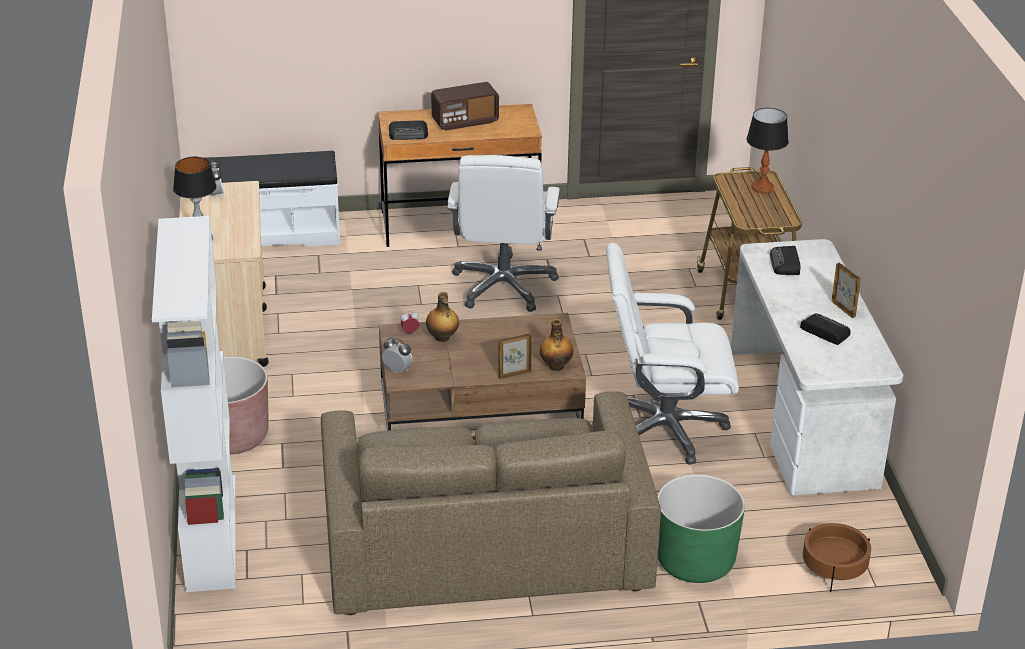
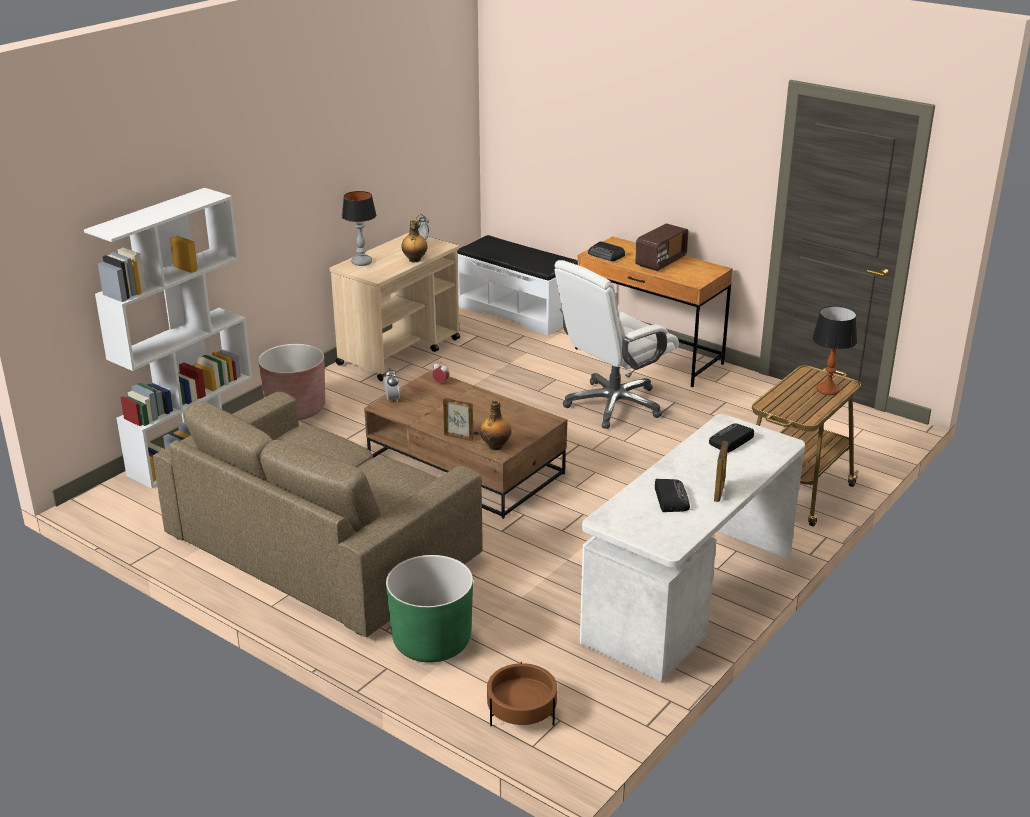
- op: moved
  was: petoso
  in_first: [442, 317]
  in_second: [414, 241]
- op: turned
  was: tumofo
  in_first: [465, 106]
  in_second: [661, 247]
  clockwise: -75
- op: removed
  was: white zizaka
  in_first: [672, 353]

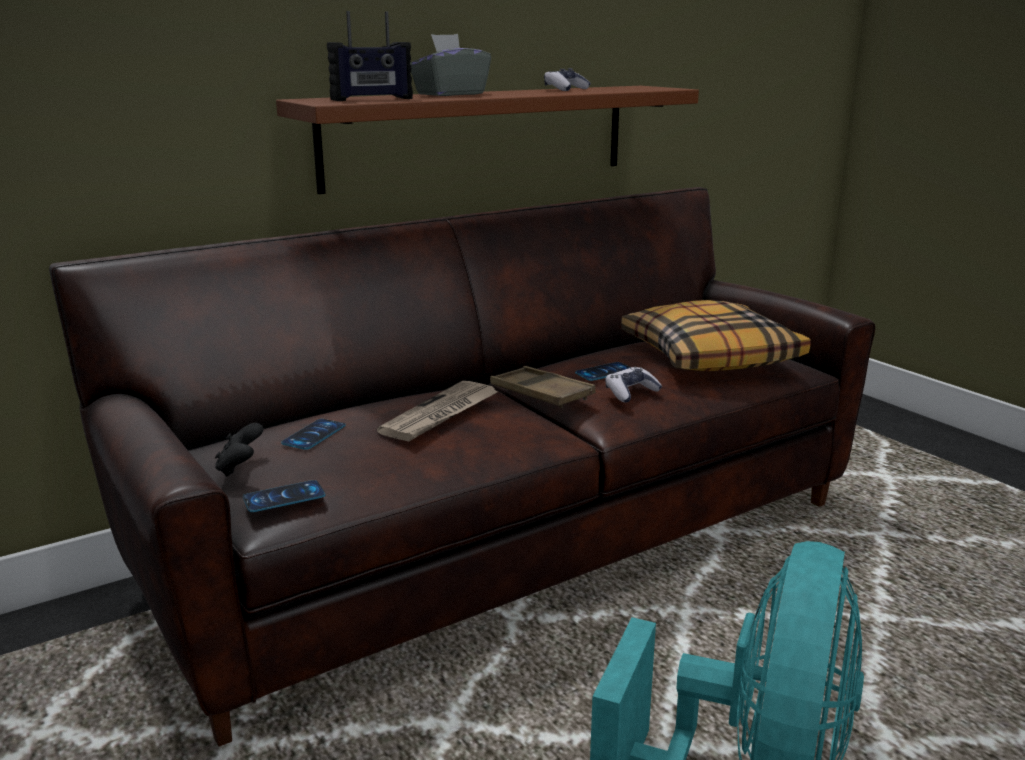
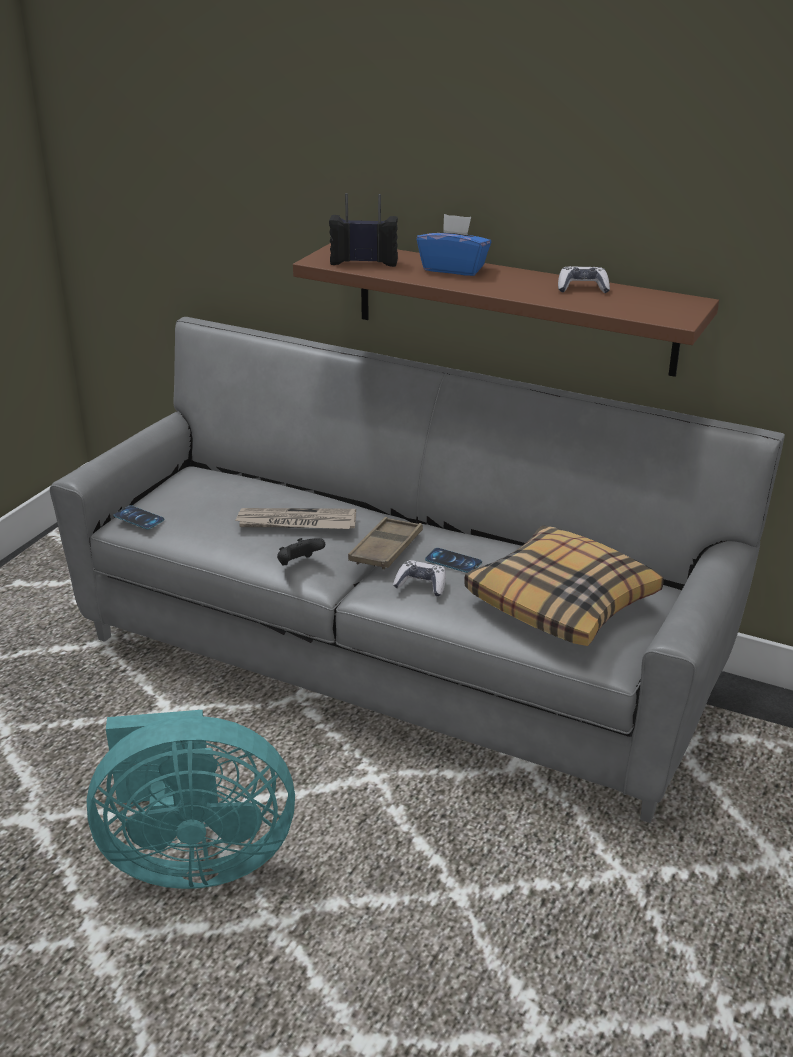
- op: recoloured
  was: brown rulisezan
  now: grey rulisezan
  in_first: [462, 467]
  in_second: [417, 570]
- op: moved
  was: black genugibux
  in_first: [239, 450]
  in_second: [301, 551]
- op: removed
  was: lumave
  in_first: [313, 434]
- op: turned
  was: tumofo
  in_first: [370, 56]
  in_second: [363, 230]
  clockwise: 150
- op: recoloured
  was: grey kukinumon
  now: blue kukinumon
  in_first: [450, 65]
  in_second: [454, 245]

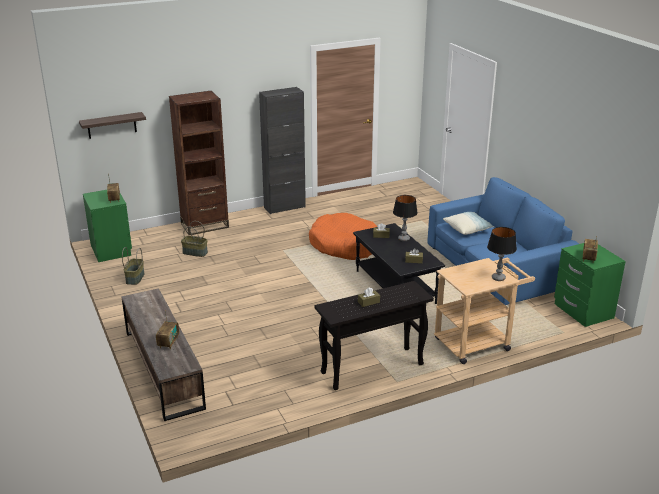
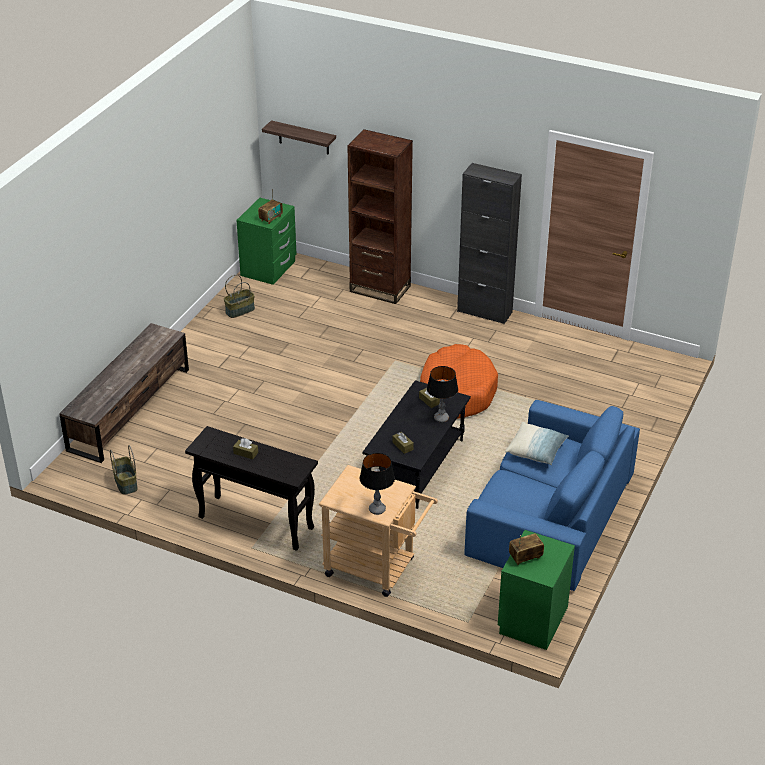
- op: removed
  was: tumofo
  in_first: [167, 329]
- op: moved
  was: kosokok
  in_first: [194, 239]
  in_second: [124, 470]

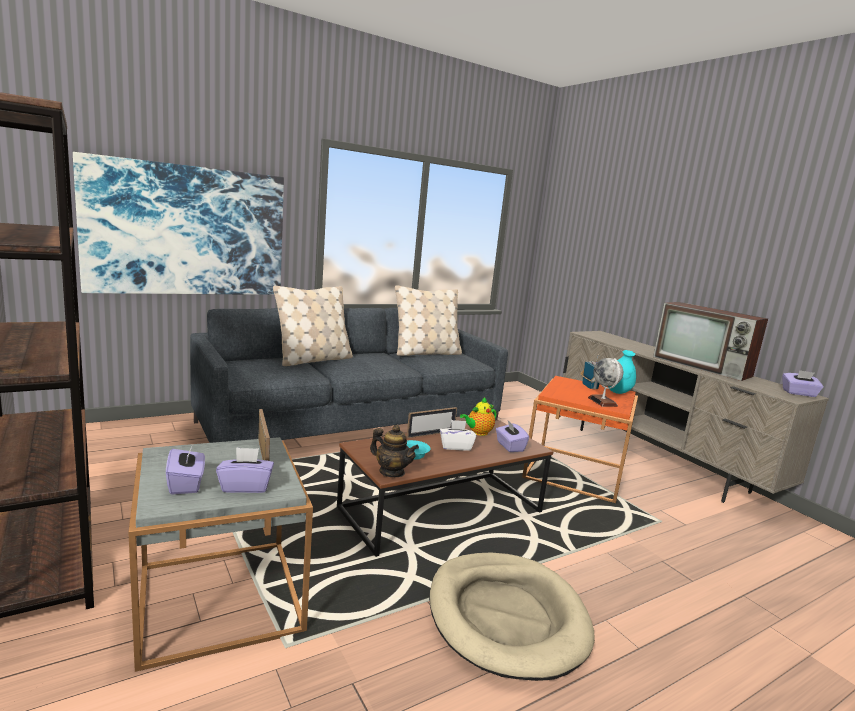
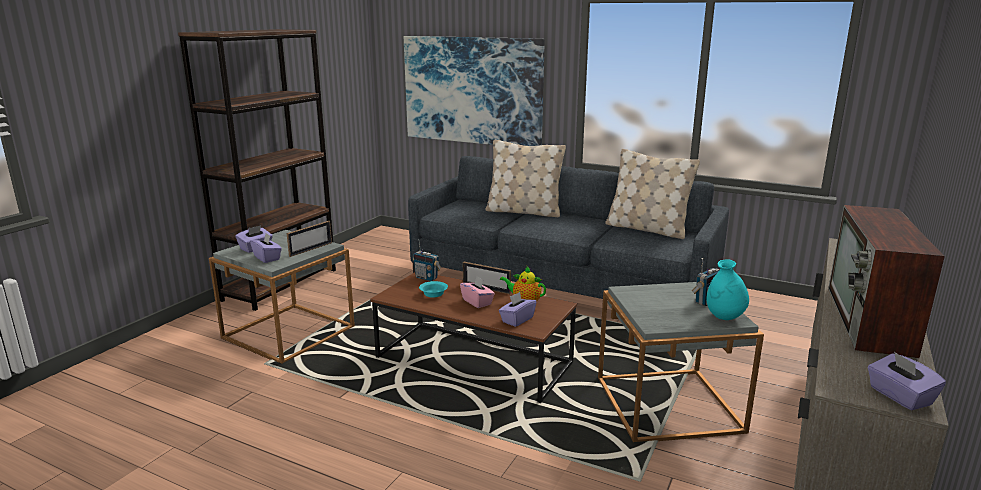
- op: removed
  was: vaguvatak
  in_first: [394, 451]
- op: removed
  was: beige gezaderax
  in_first: [512, 616]
- op: recoloured
  was: white kukinumon
  now: pink kukinumon
  in_first: [458, 435]
  in_second: [477, 292]
- op: recoloured
  was: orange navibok
  now: grey navibok
  in_first: [580, 439]
  in_second: [681, 362]
- op: removed
  was: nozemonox
  in_first: [605, 382]
- op: added
  now: tumofo
  in_second: [427, 260]

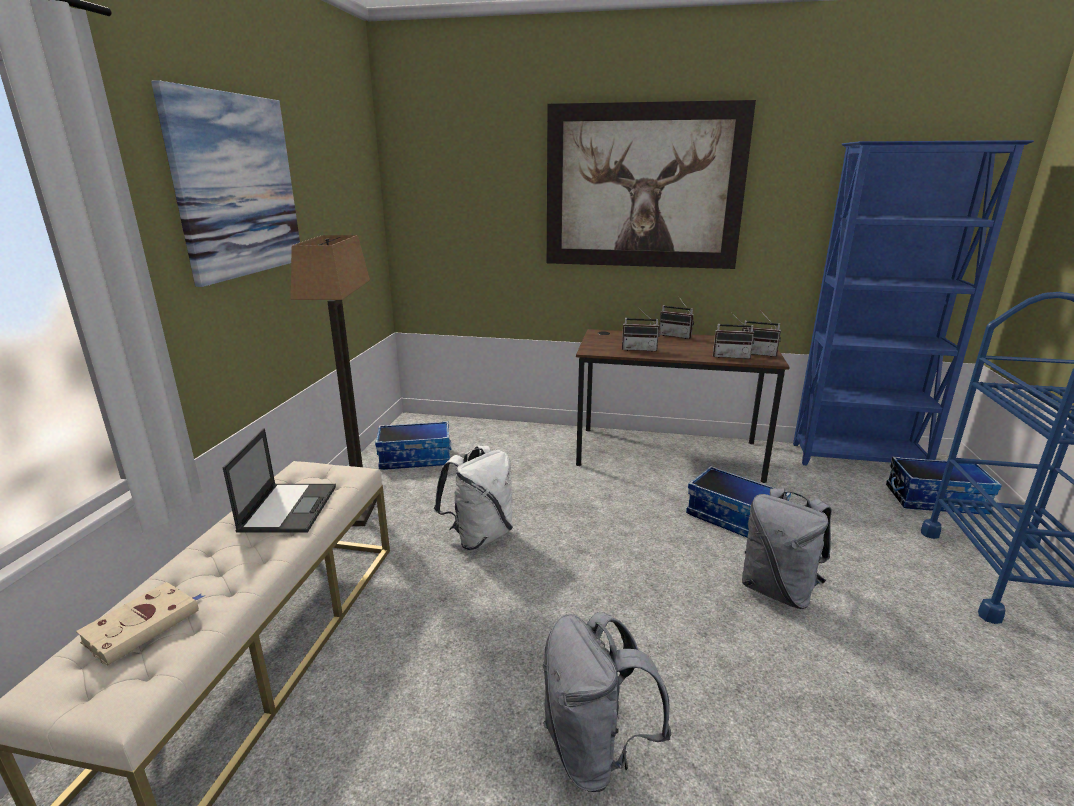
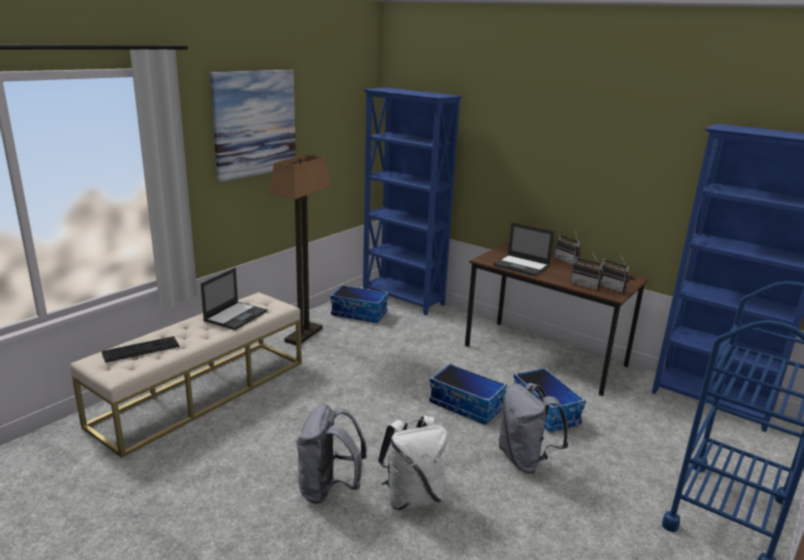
- op: replaced
  was: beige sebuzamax
  now: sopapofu
  in_first: [140, 624]
  in_second: [140, 349]
- op: moved
  was: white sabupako
  in_first: [473, 498]
  in_second: [412, 462]
- op: removed
  was: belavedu
  in_first: [651, 184]
- op: replaced
  was: tumofo
  now: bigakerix
  in_first: [641, 329]
  in_second: [523, 249]
- op: moved
  was: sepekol
  in_first: [944, 485]
  in_second: [468, 394]
- op: added
  now: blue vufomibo
  in_second: [412, 201]

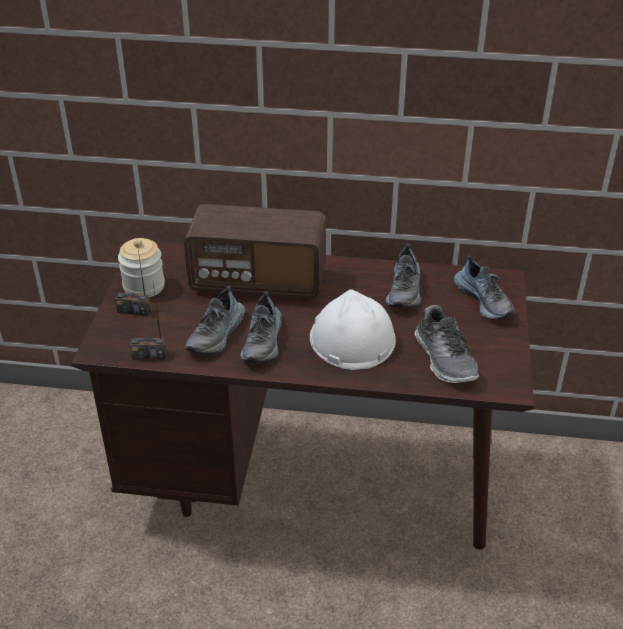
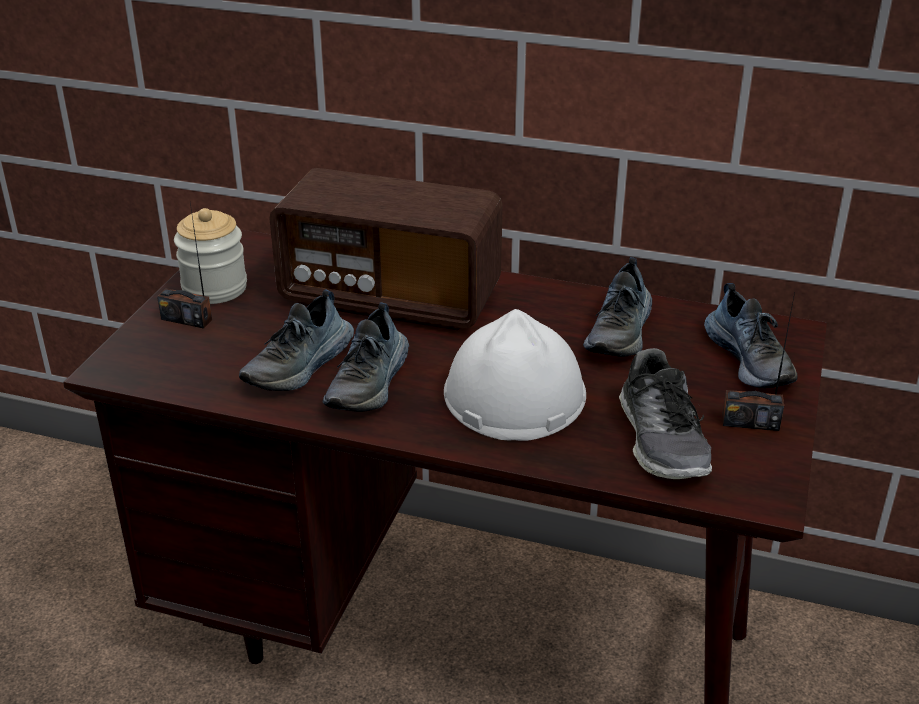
- op: moved
  was: tumofo
  in_first: [148, 322]
  in_second: [758, 361]

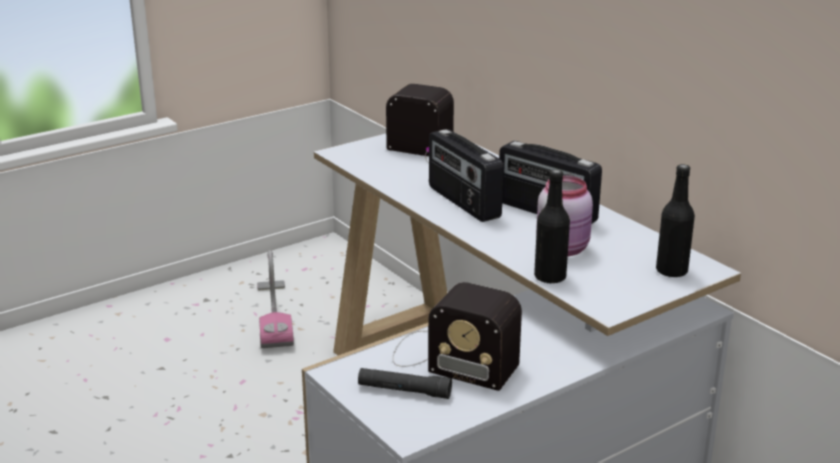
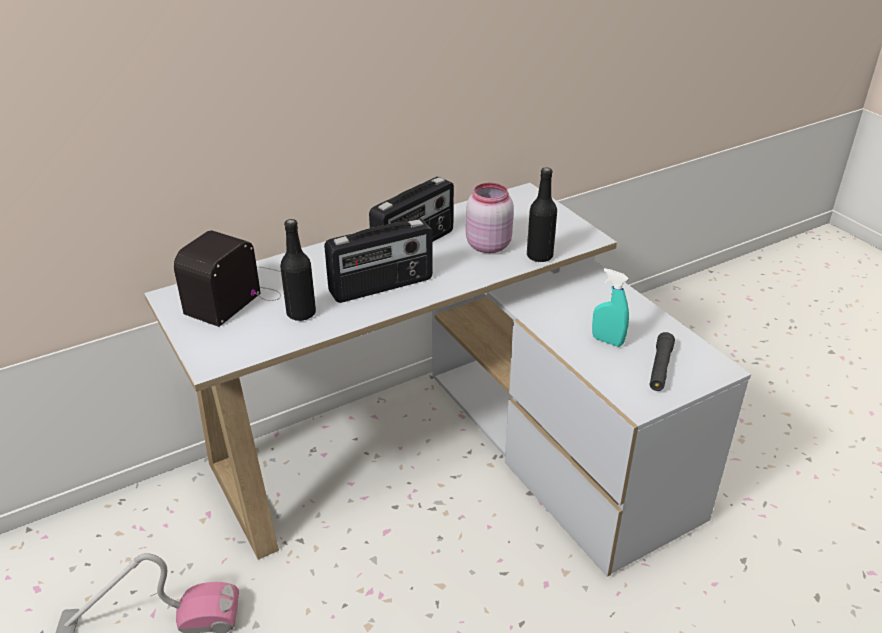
- op: replaced
  was: tumofo
  now: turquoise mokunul
  in_first: [457, 336]
  in_second: [610, 307]
- op: moved
  was: black petoso
  in_first: [675, 220]
  in_second: [298, 270]

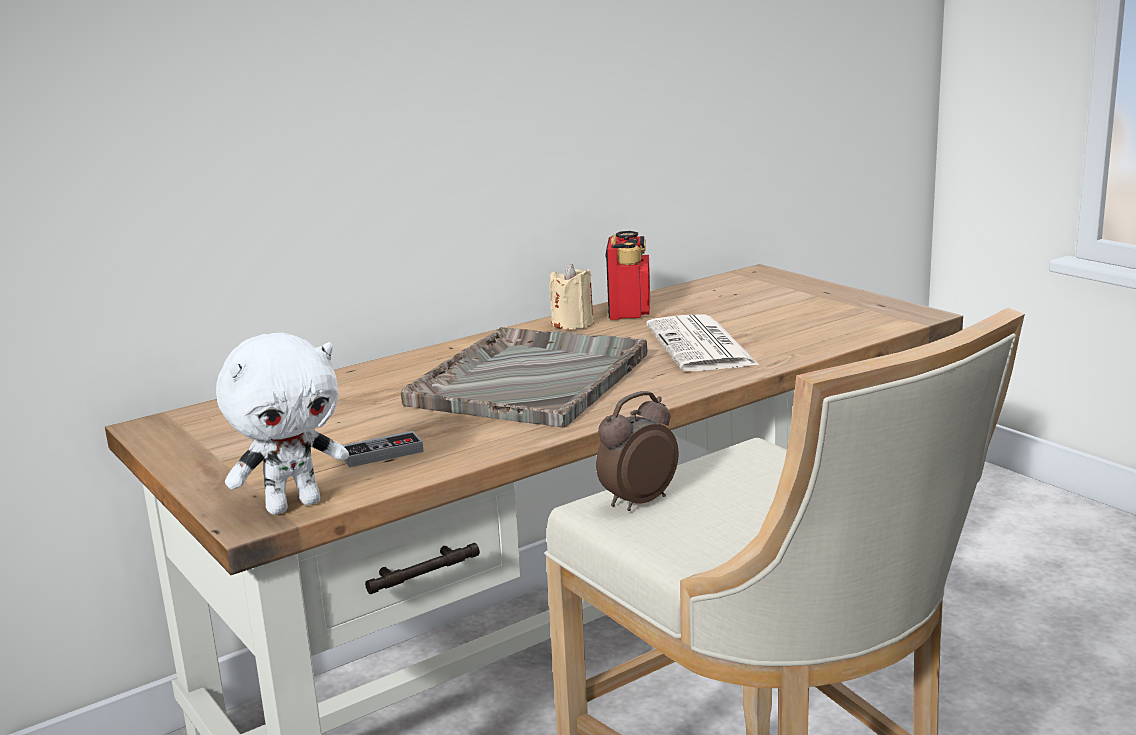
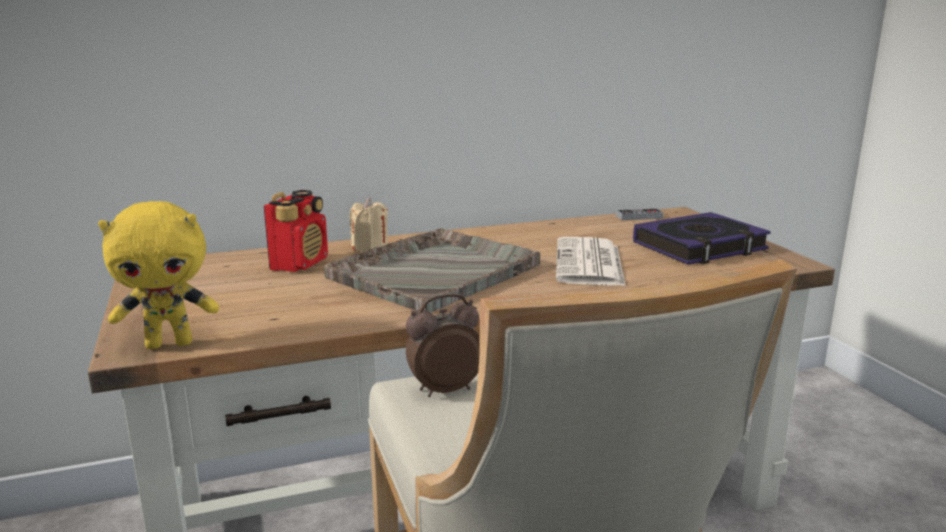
- op: recoloured
  was: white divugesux
  now: yellow divugesux
  in_first: [282, 424]
  in_second: [158, 275]
- op: moved
  was: genugibux
  in_first: [383, 449]
  in_second: [639, 214]
- op: moved
  was: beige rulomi
  in_first: [571, 296]
  in_second: [368, 225]
- op: moved
  was: tumofo
  in_first: [627, 275]
  in_second: [296, 231]
- op: added
  now: sebuzamax
  in_second: [702, 238]

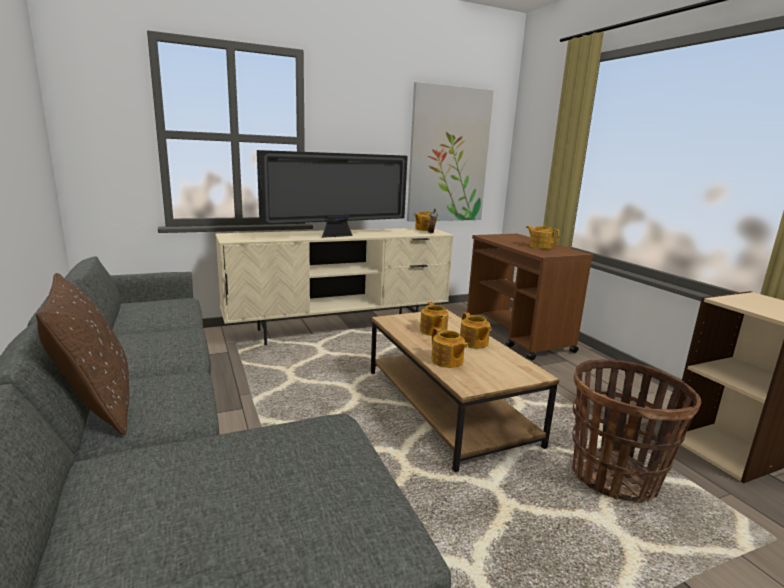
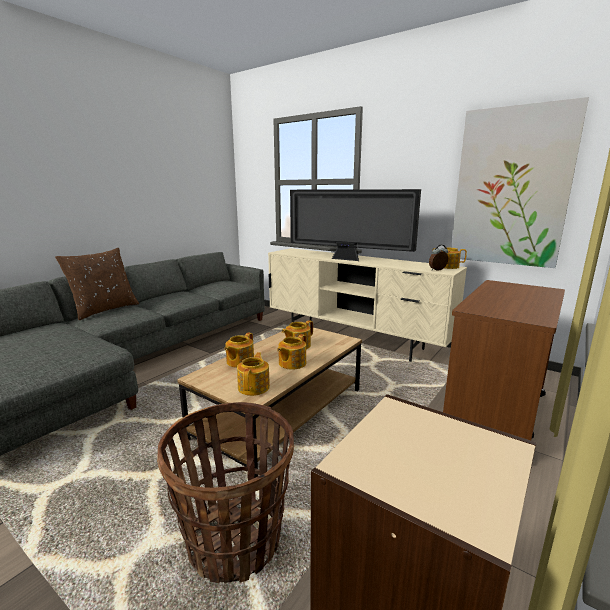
- op: moved
  was: vaguvatak
  in_first: [542, 237]
  in_second: [253, 374]

